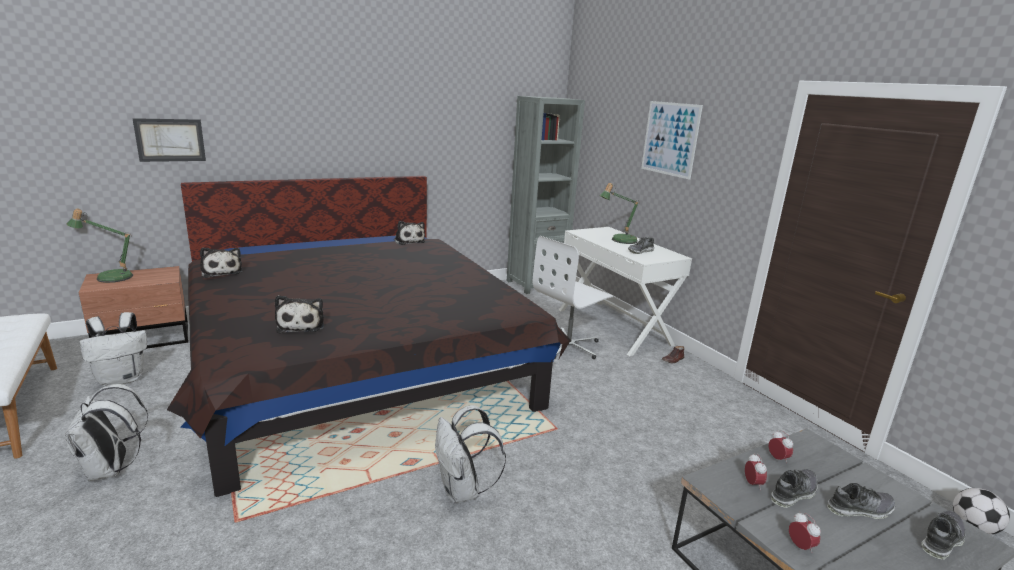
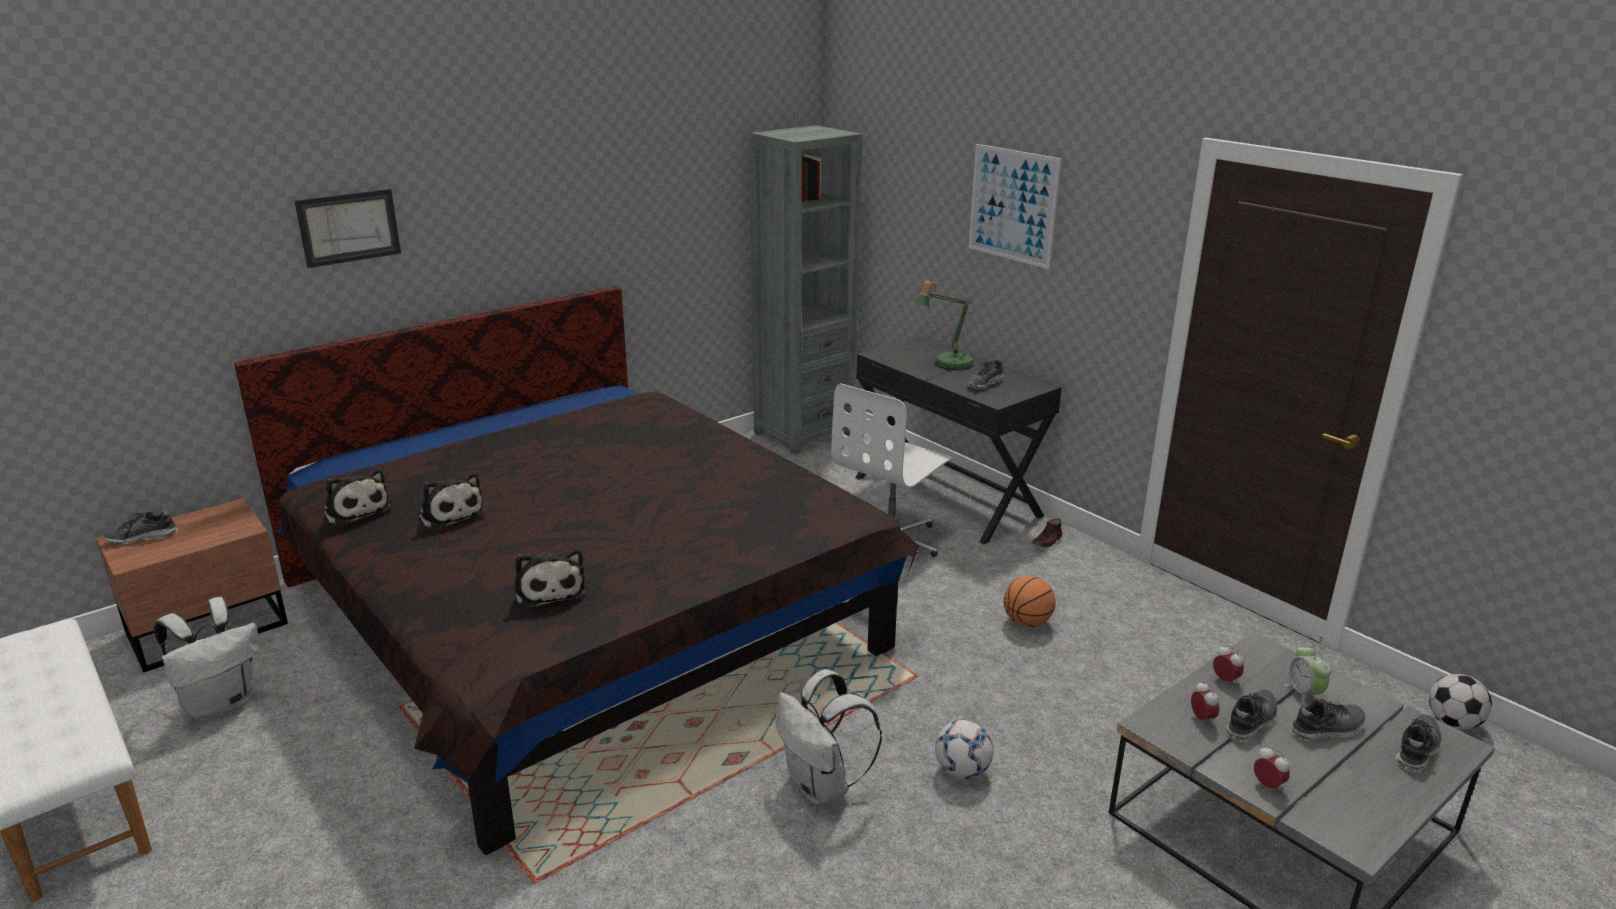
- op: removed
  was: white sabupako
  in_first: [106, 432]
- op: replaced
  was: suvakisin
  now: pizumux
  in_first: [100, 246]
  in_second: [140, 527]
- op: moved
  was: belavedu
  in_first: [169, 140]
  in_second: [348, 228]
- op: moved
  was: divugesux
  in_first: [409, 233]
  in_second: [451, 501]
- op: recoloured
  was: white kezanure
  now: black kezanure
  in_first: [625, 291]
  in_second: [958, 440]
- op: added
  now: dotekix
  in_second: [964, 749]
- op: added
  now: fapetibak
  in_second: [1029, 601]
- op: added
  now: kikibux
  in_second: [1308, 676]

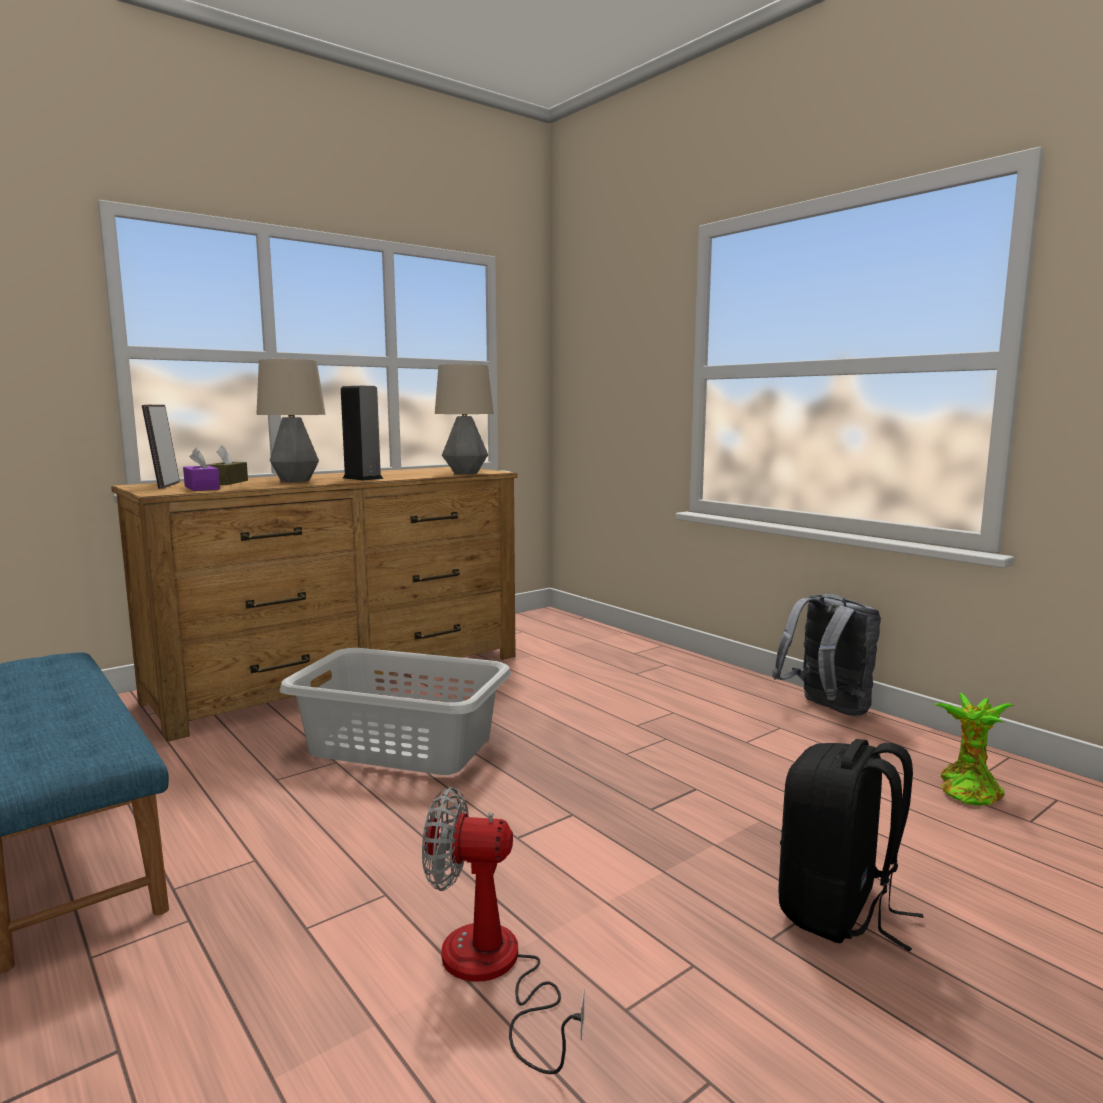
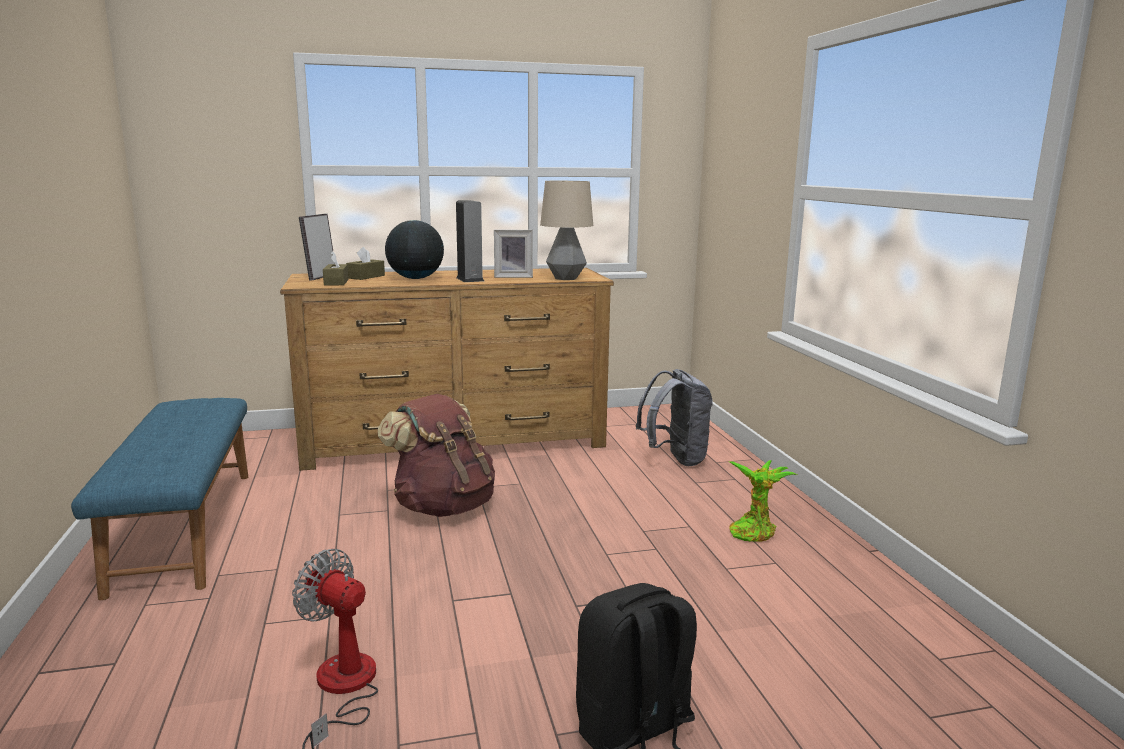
- op: recoloured
  was: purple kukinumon
  now: brown kukinumon
  in_first: [201, 469]
  in_second: [336, 268]
- op: replaced
  was: suvakisin
  now: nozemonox
  in_first: [291, 420]
  in_second: [414, 249]
- op: replaced
  was: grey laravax
  now: brown sabupako
  in_first: [395, 711]
  in_second: [436, 455]
- op: moved
  was: grey sabupako
  in_first: [826, 655]
  in_second: [674, 417]
- op: moved
  was: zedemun
  in_first: [973, 749]
  in_second: [763, 501]
- op: added
  now: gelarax
  in_second: [513, 254]

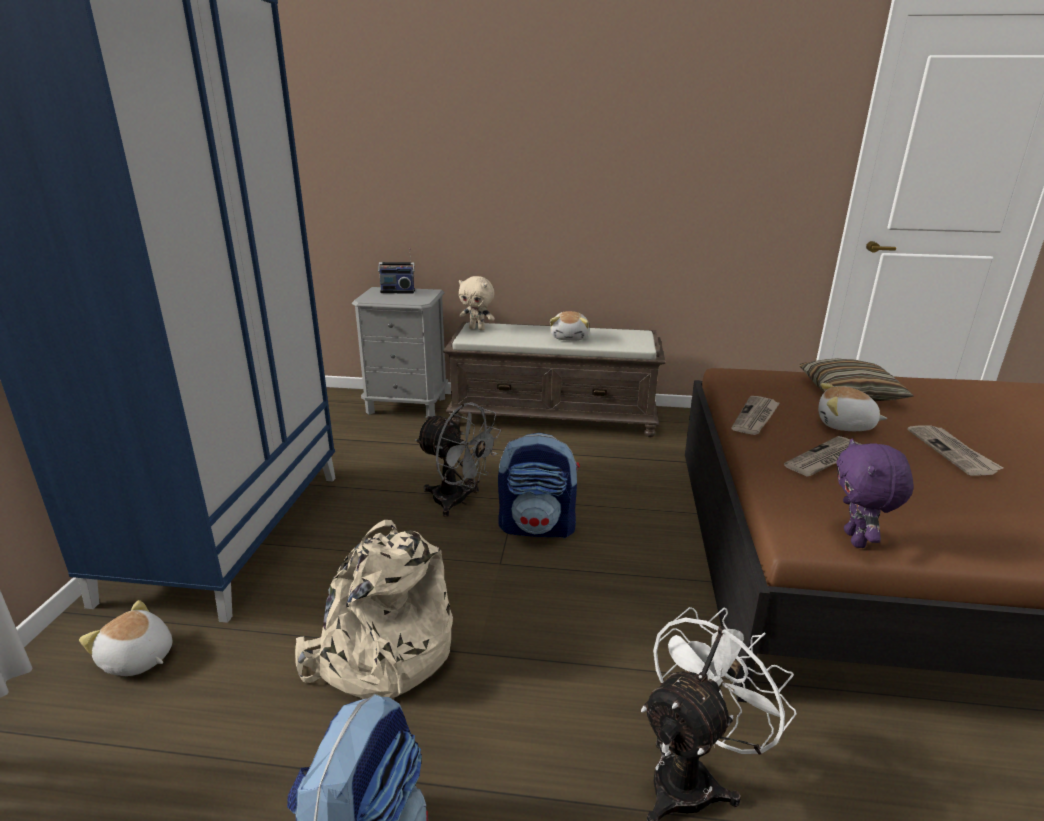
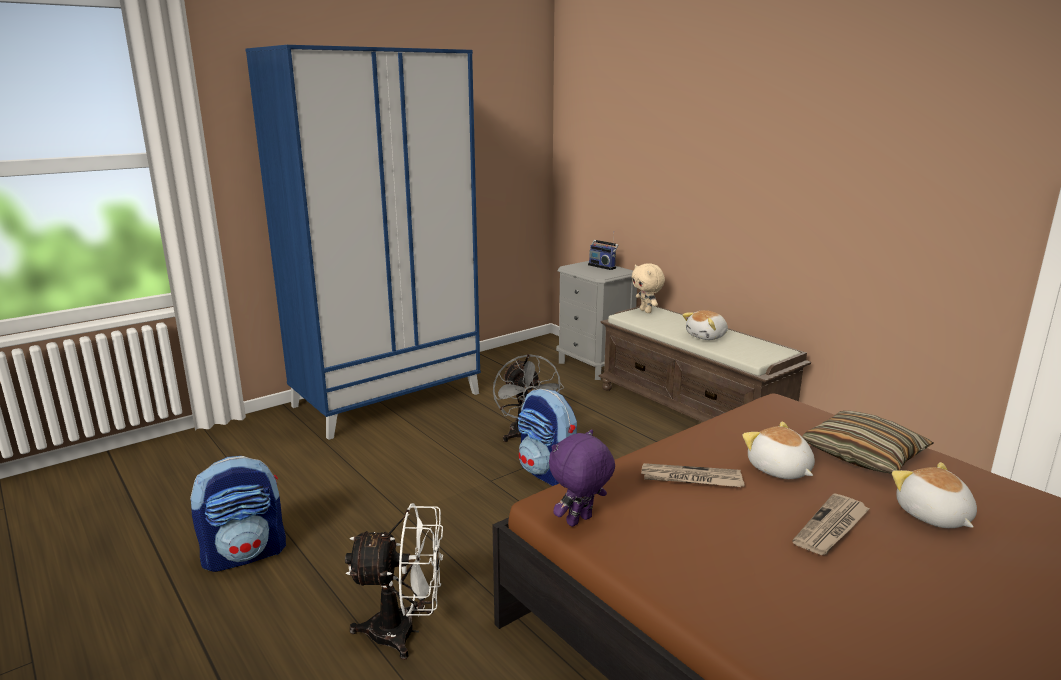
- op: moved
  was: divugesux
  in_first: [125, 638]
  in_second: [934, 495]
- op: removed
  was: beige sabupako
  in_first: [374, 609]
- op: removed
  was: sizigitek
  in_first: [755, 415]

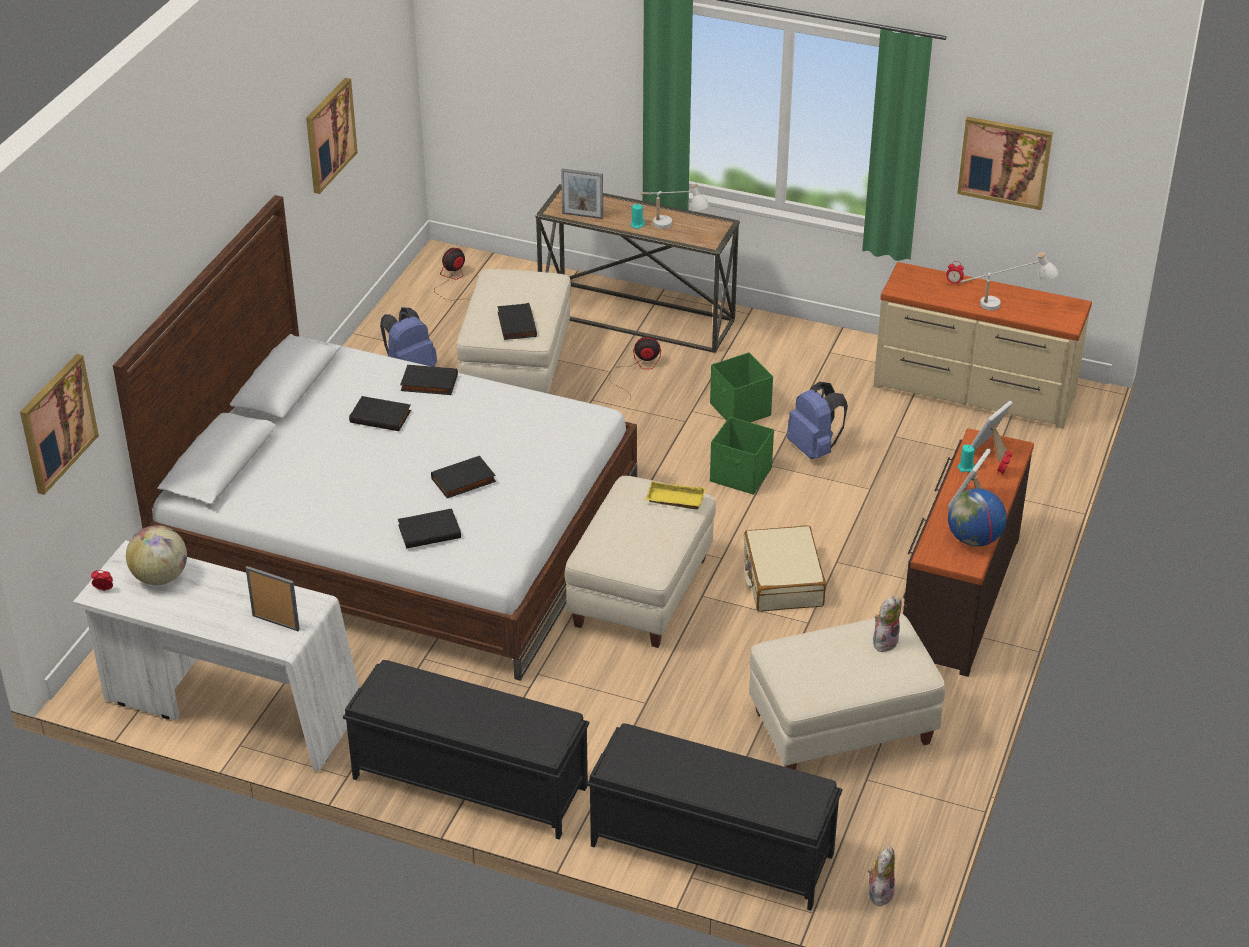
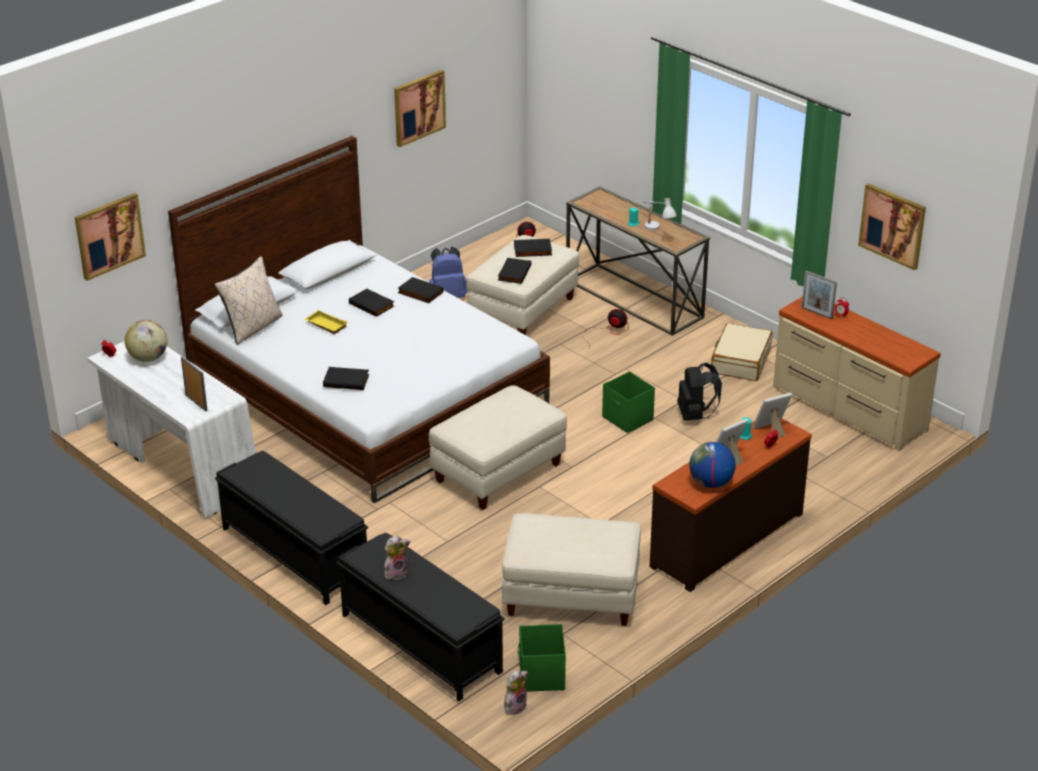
- op: moved
  was: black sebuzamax
  in_first: [463, 477]
  in_second: [533, 248]
- op: moved
  was: gelarax
  in_first: [582, 194]
  in_second: [819, 295]
- op: moved
  was: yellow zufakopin
  in_first: [675, 495]
  in_second: [326, 322]
- op: moved
  was: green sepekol
  in_first: [741, 387]
  in_second: [542, 658]
- op: moved
  was: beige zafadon
  in_first: [785, 569]
  in_second: [741, 352]
- op: recoloured
  was: blue sabupako
  now: black sabupako
  in_first: [817, 420]
  in_second: [699, 392]
- op: moved
  was: divugesux
  in_first: [887, 624]
  in_second: [397, 558]
- op: removed
  was: white suvakisin
  in_first: [1010, 281]
- op: added
  now: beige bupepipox
  in_second: [248, 300]

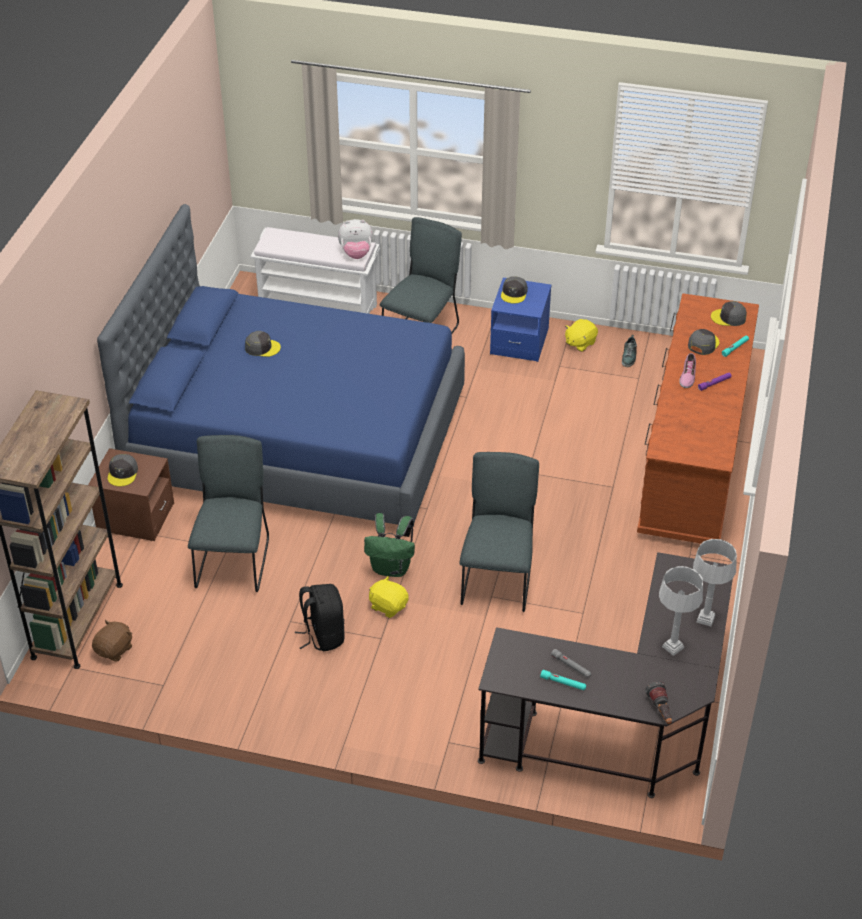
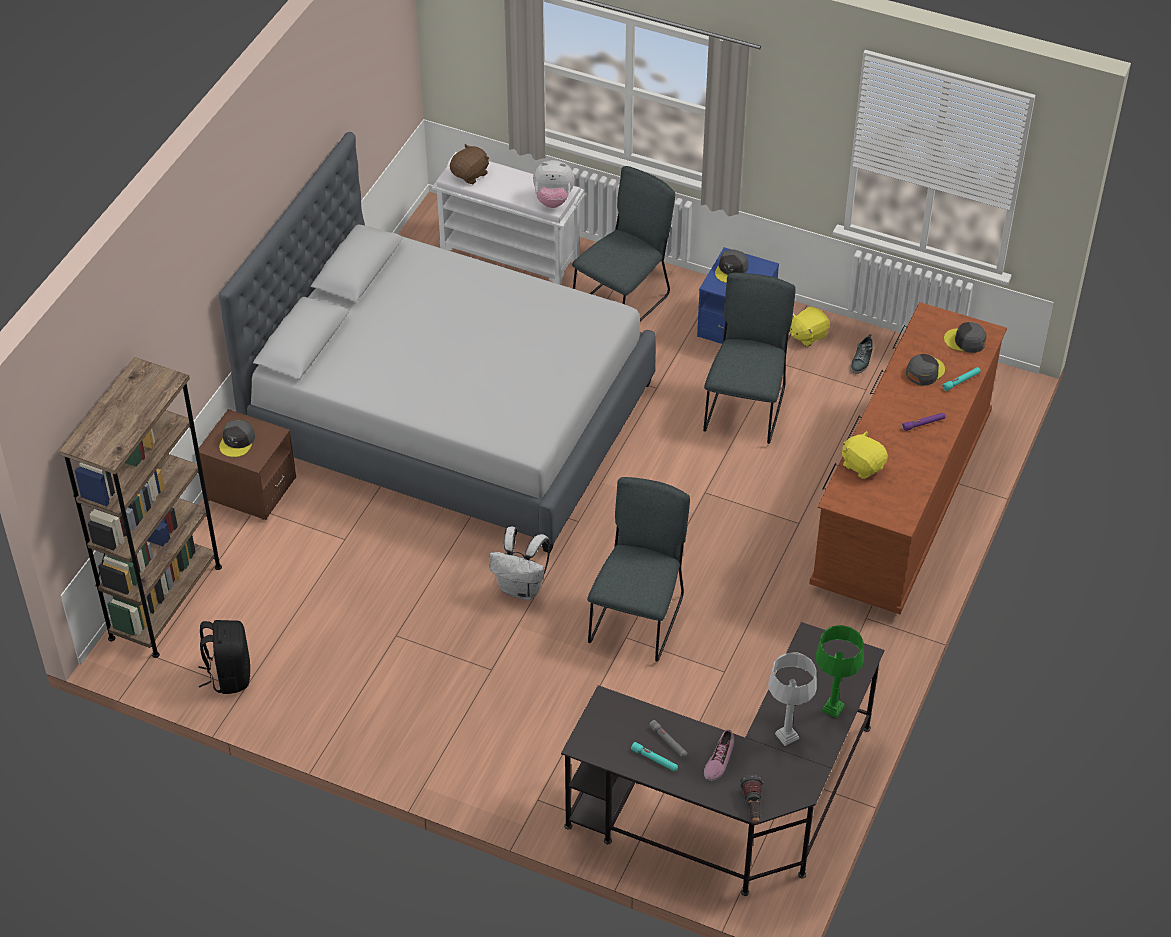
- op: moved
  was: brown divugesux
  in_first: [112, 641]
  in_second: [469, 164]
- op: recoloured
  was: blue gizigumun
  now: grey gizigumun
  in_first: [281, 370]
  in_second: [437, 342]
- op: moved
  was: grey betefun
  in_first: [228, 513]
  in_second: [749, 358]
- op: removed
  was: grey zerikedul
  in_first: [263, 344]
- op: moved
  was: black sabupako
  in_first: [320, 617]
  in_second: [224, 657]
- op: recoloured
  was: green sabupako
  now: white sabupako
  in_first: [389, 545]
  in_second: [519, 563]
- op: moved
  was: yellow divugesux
  in_first: [389, 597]
  in_second: [865, 455]
- op: moved
  was: pizumux
  in_first: [687, 370]
  in_second: [719, 755]
- op: recoloured
  was: grey suvakisin
  now: green suvakisin
  in_first: [715, 583]
  in_second: [840, 671]

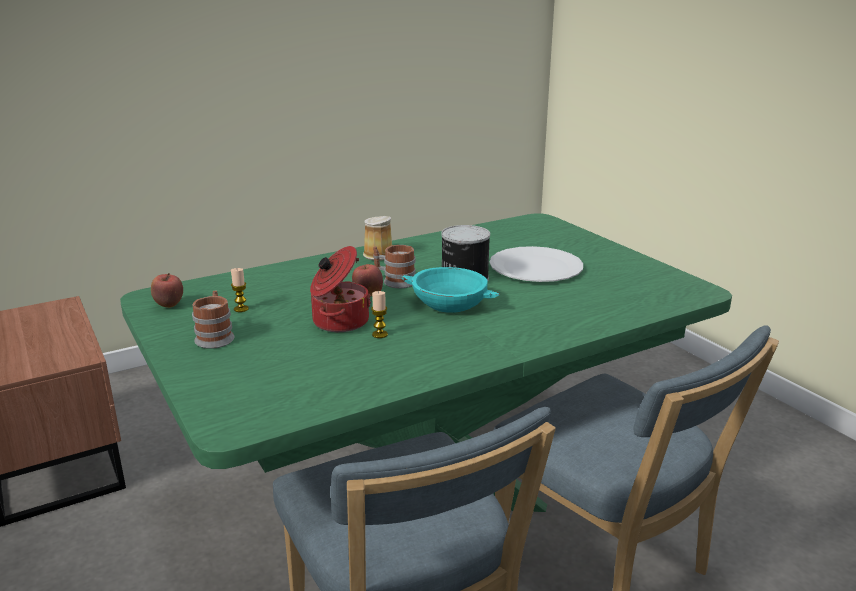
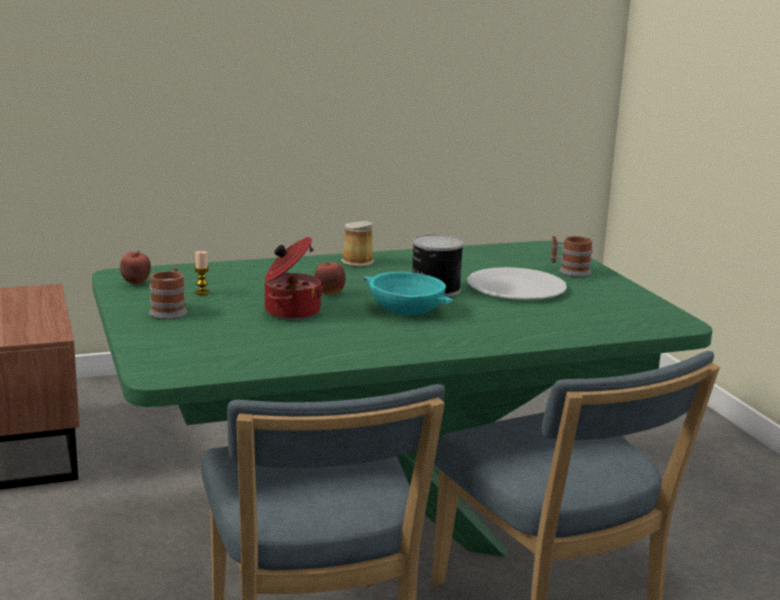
- op: removed
  was: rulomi
  in_first: [379, 314]
- op: moved
  was: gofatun
  in_first: [394, 266]
  in_second: [571, 256]

